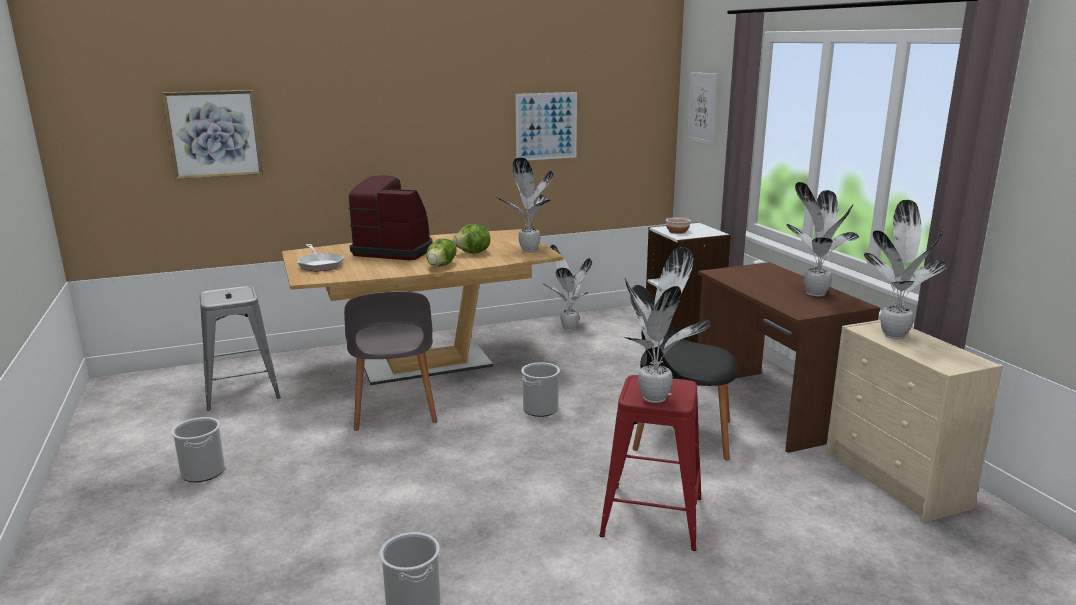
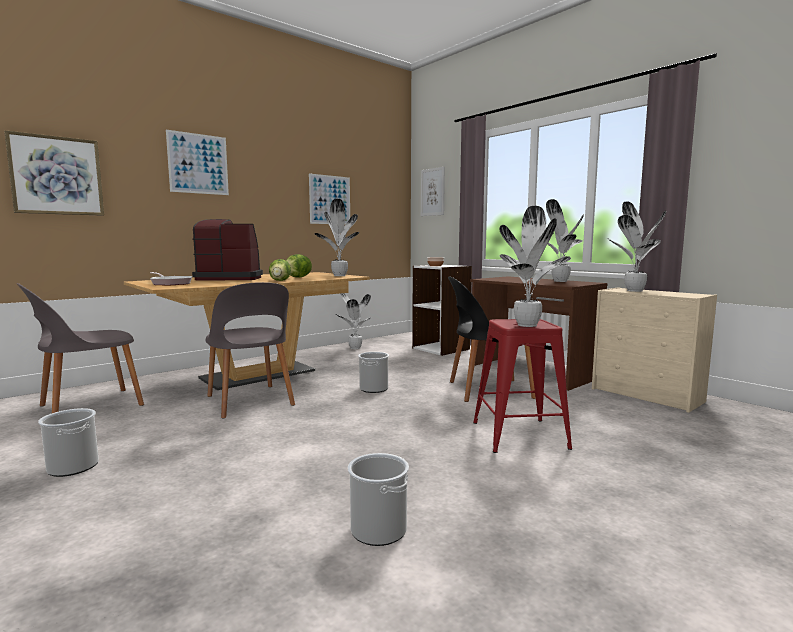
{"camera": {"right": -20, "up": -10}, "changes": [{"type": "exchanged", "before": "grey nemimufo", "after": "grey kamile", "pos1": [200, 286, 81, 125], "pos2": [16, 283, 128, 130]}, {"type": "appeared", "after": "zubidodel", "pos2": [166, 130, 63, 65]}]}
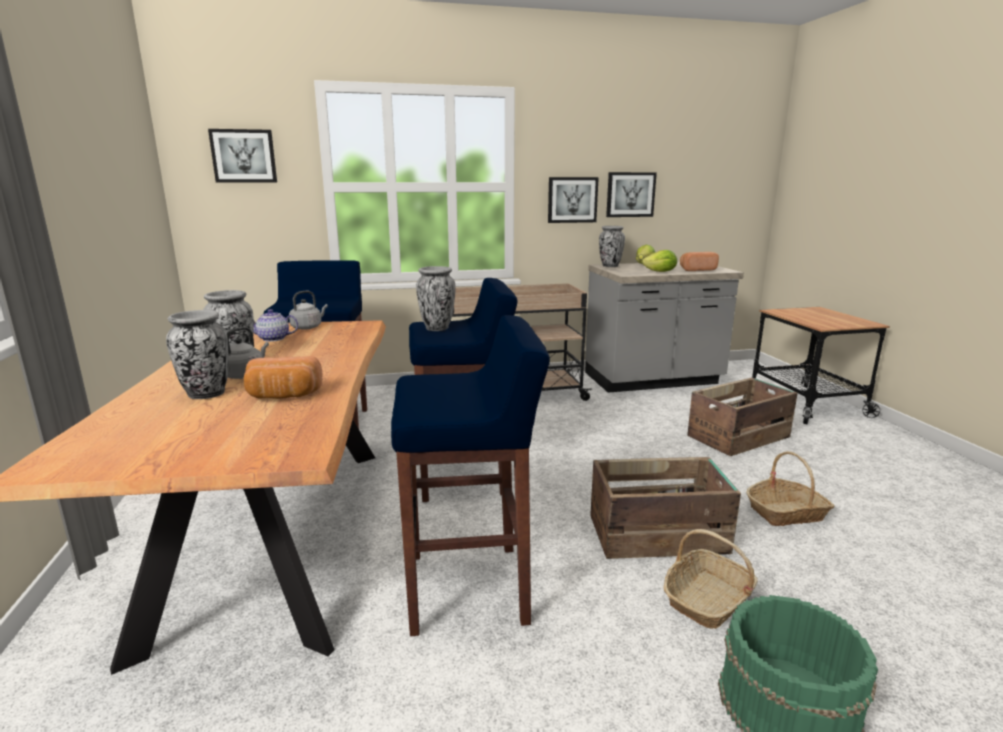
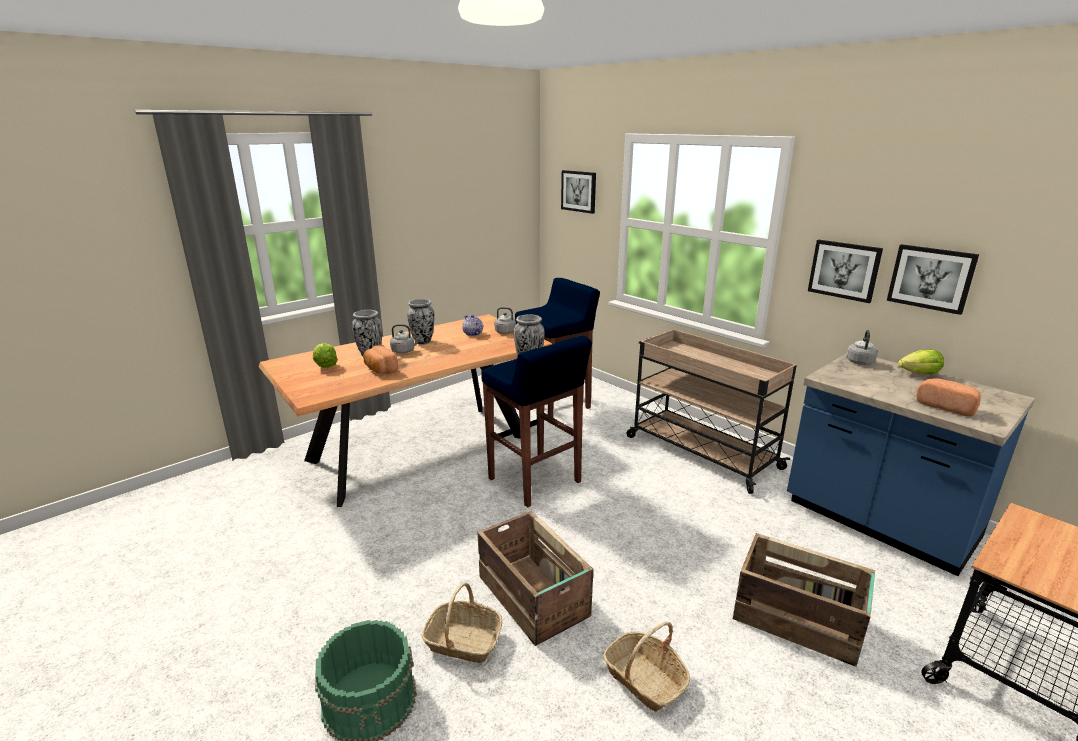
{"camera": {"right": 60, "up": 5}, "changes": [{"type": "relocated", "before": "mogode", "pos1": [641, 250, 36, 22], "pos2": [313, 343, 25, 25]}, {"type": "colour", "before": "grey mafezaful", "after": "blue mafezaful", "pos1": [585, 262, 159, 131], "pos2": [787, 353, 248, 223]}, {"type": "exchanged", "before": "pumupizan", "after": "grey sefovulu", "pos1": [599, 226, 26, 41], "pos2": [846, 330, 32, 35]}, {"type": "missing", "before": "blue nemimufo", "pos1": [391, 315, 159, 321]}]}
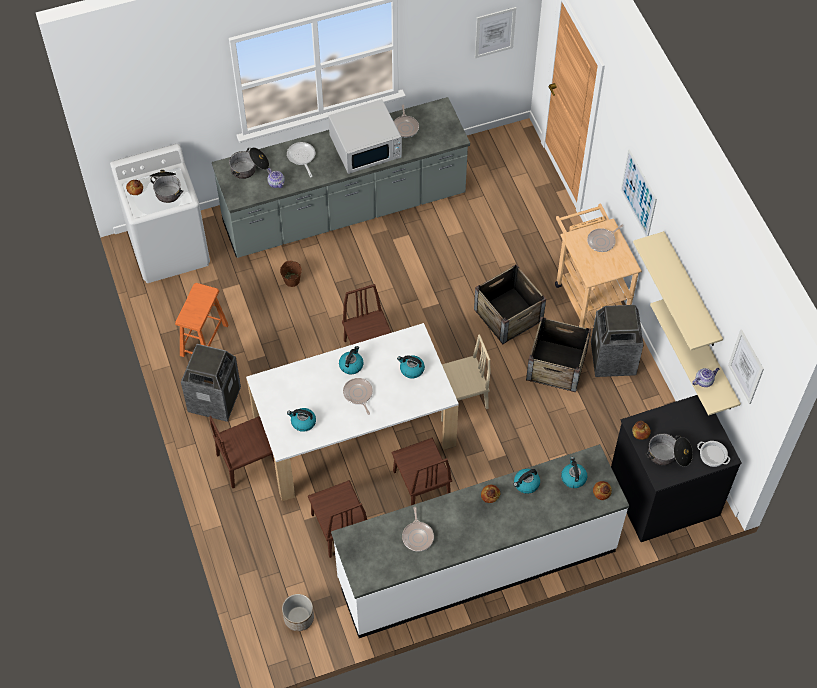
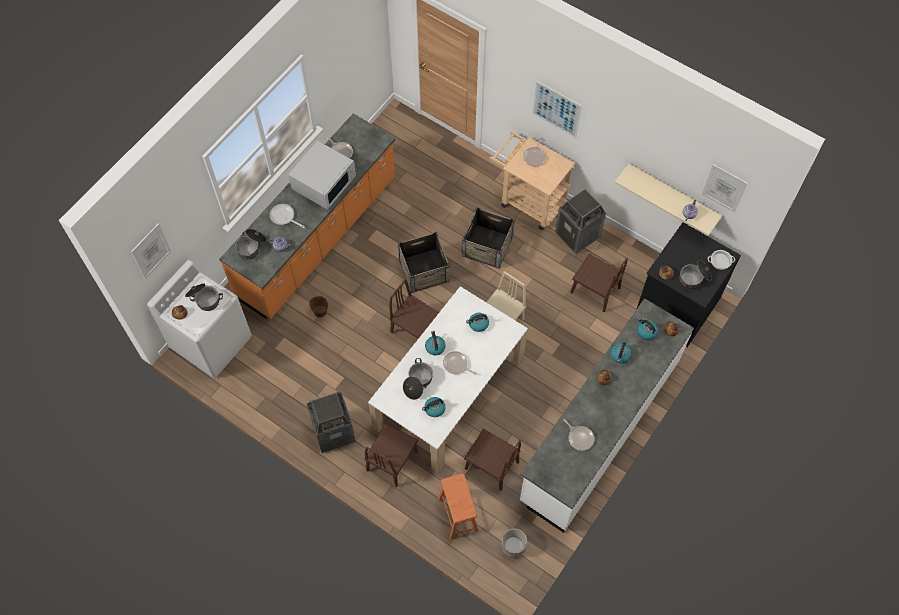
{"camera": {"right": -35, "up": 5}, "changes": [{"type": "relocated", "before": "zubidodel", "pos1": [475, 7, 41, 51], "pos2": [131, 223, 41, 56]}, {"type": "colour", "before": "grey mafezaful", "after": "orange mafezaful", "pos1": [212, 97, 258, 161], "pos2": [219, 113, 176, 206]}, {"type": "relocated", "before": "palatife", "pos1": [526, 317, 65, 75], "pos2": [398, 232, 52, 61]}, {"type": "appeared", "after": "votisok", "pos2": [403, 358, 30, 42]}, {"type": "relocated", "before": "orange nemimufo", "pos1": [175, 283, 53, 74], "pos2": [438, 473, 41, 66]}, {"type": "relocated", "before": "brown kamile", "pos1": [392, 438, 60, 67], "pos2": [570, 254, 58, 58]}, {"type": "missing", "before": "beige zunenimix", "pos1": [633, 231, 90, 119]}]}
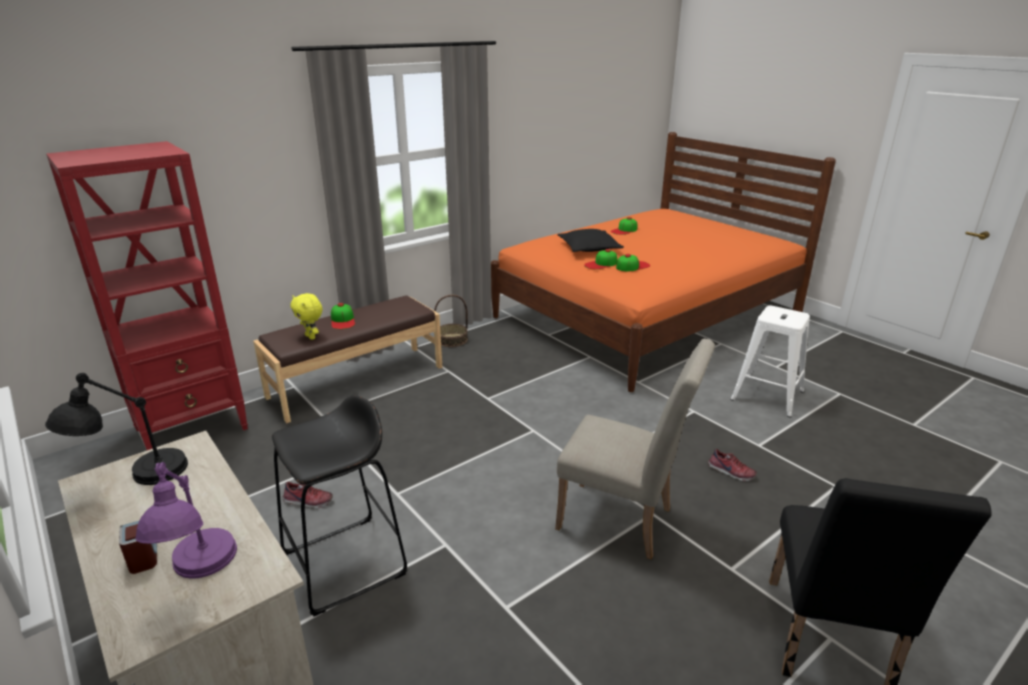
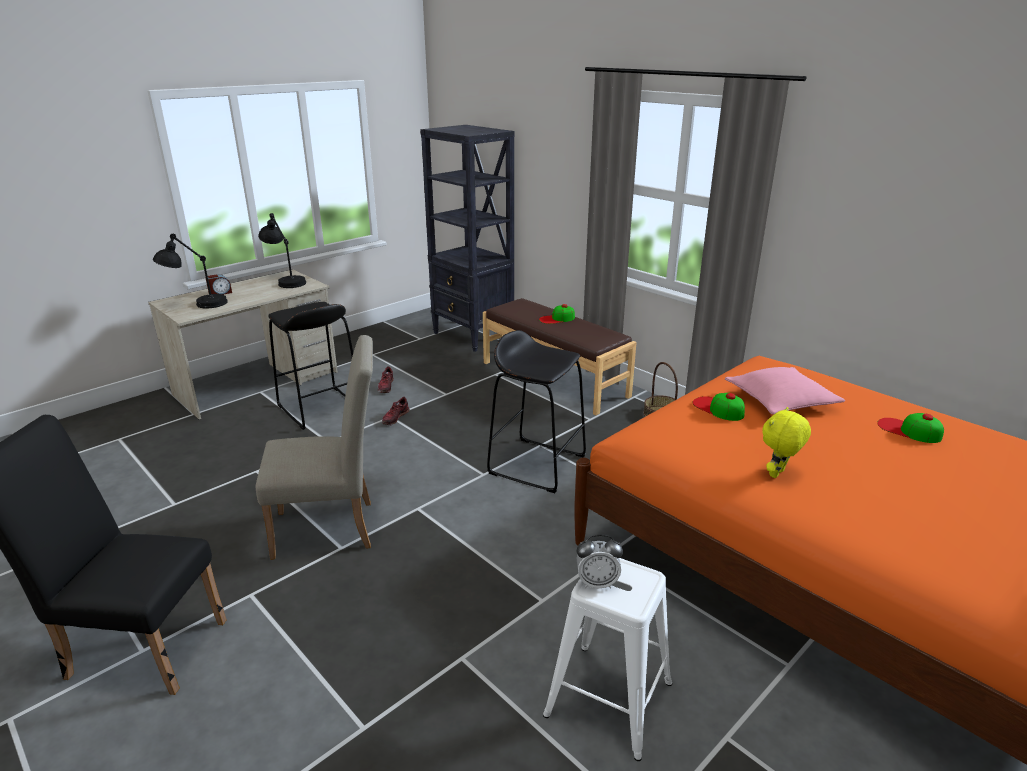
{"camera": {"right": 85, "up": 0}, "changes": [{"type": "colour", "before": "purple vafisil", "after": "black vafisil", "pos1": [135, 462, 102, 117], "pos2": [153, 233, 75, 76]}, {"type": "spun", "before": "beige kamile", "pos1": [555, 339, 160, 221], "pos2": [256, 335, 117, 225], "turn": -120}, {"type": "relocated", "before": "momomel", "pos1": [708, 449, 49, 33], "pos2": [382, 397, 28, 28]}, {"type": "colour", "before": "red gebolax", "after": "black gebolax", "pos1": [46, 141, 202, 309], "pos2": [420, 125, 94, 227]}, {"type": "appeared", "after": "black nemimufo", "pos2": [487, 330, 99, 163]}, {"type": "appeared", "after": "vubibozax", "pos2": [576, 535, 47, 53]}, {"type": "colour", "before": "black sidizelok", "after": "pink sidizelok", "pos1": [558, 229, 66, 23], "pos2": [725, 367, 120, 47]}, {"type": "relocated", "before": "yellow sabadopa", "pos1": [291, 293, 32, 47], "pos2": [762, 407, 49, 71]}, {"type": "missing", "before": "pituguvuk", "pos1": [616, 254, 34, 17]}]}
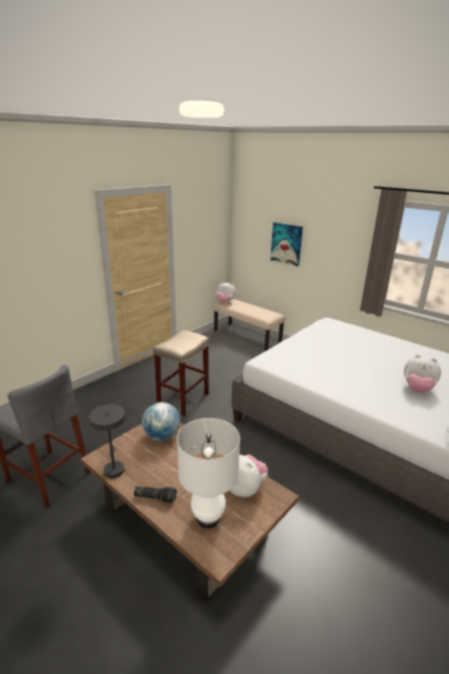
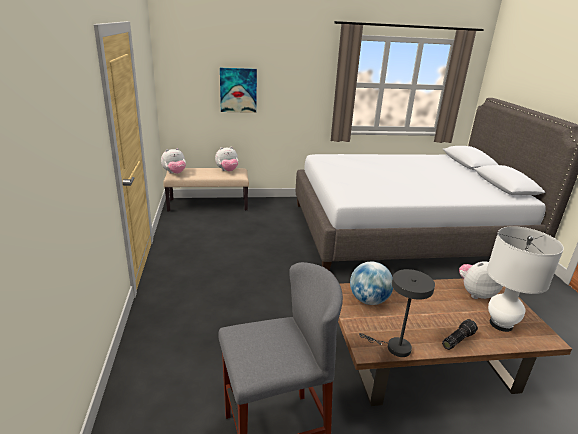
{"camera": {"right": -50, "up": 0}, "changes": [{"type": "relocated", "before": "sabadopa", "pos1": [404, 355, 37, 38], "pos2": [215, 147, 23, 24]}, {"type": "missing", "before": "beige nemimufo", "pos1": [153, 330, 56, 86]}]}
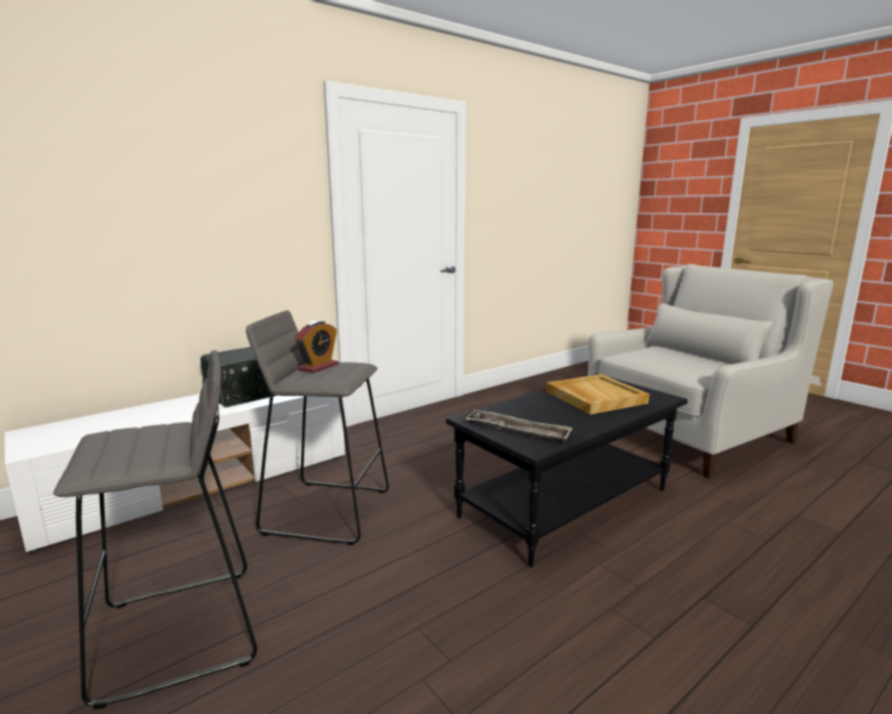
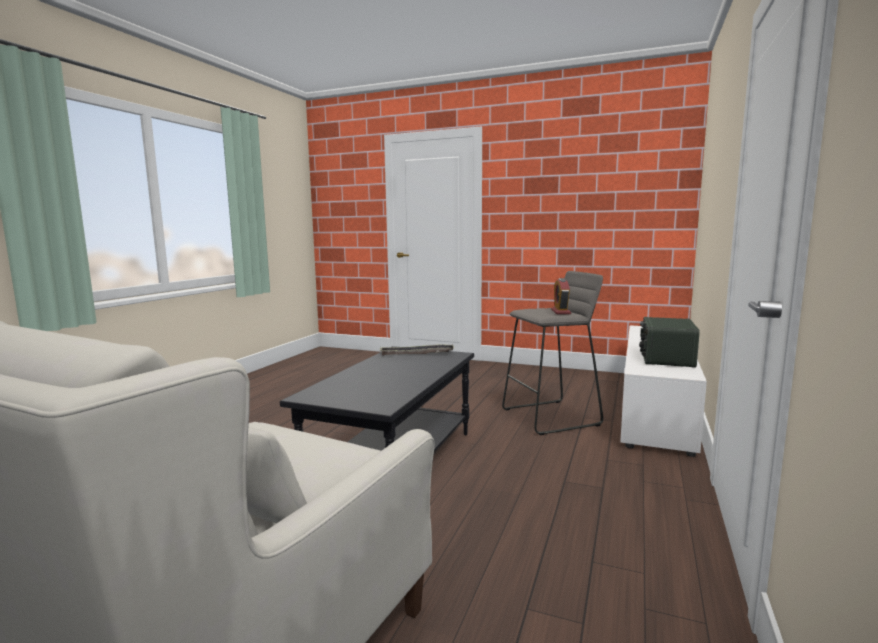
{"camera": {"right": 150, "up": -5}, "changes": [{"type": "missing", "before": "grey nemimufo", "pos1": [53, 350, 204, 359]}, {"type": "missing", "before": "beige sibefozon", "pos1": [546, 374, 103, 41]}]}
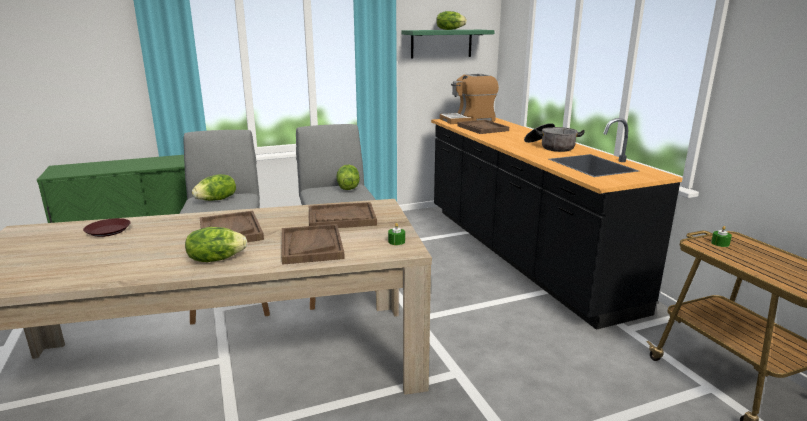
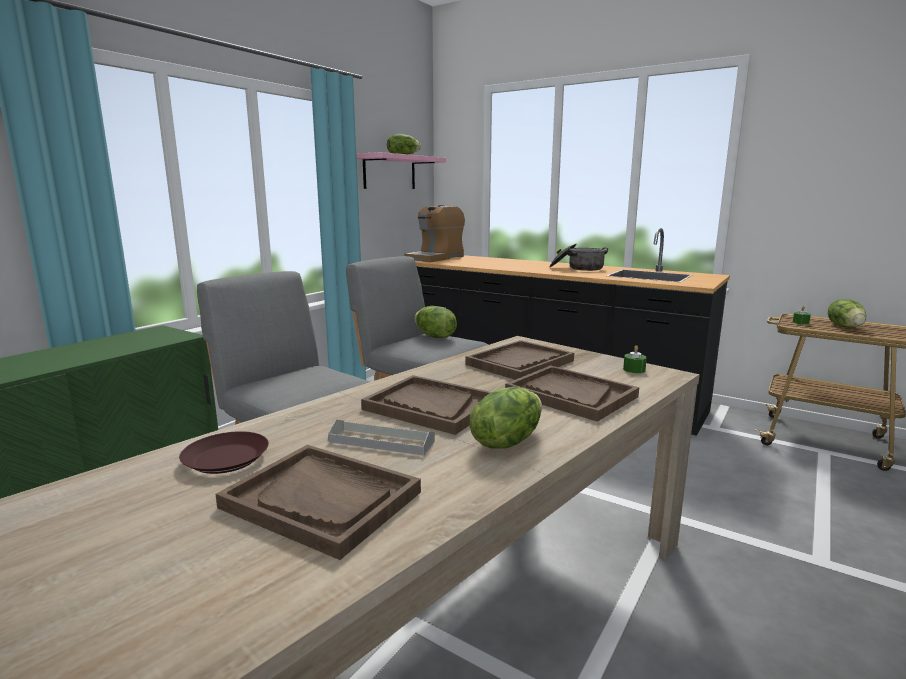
{"camera": {"right": -35, "up": -5}, "changes": [{"type": "relocated", "before": "brown sibefozon", "pos1": [457, 120, 52, 14], "pos2": [215, 445, 206, 115]}, {"type": "appeared", "after": "grey sibefozon", "pos2": [328, 420, 107, 36]}, {"type": "colour", "before": "green zunenimix", "after": "pink zunenimix", "pos1": [402, 30, 93, 29], "pos2": [356, 152, 90, 37]}, {"type": "relocated", "before": "mogode", "pos1": [192, 174, 44, 27], "pos2": [828, 299, 38, 29]}]}
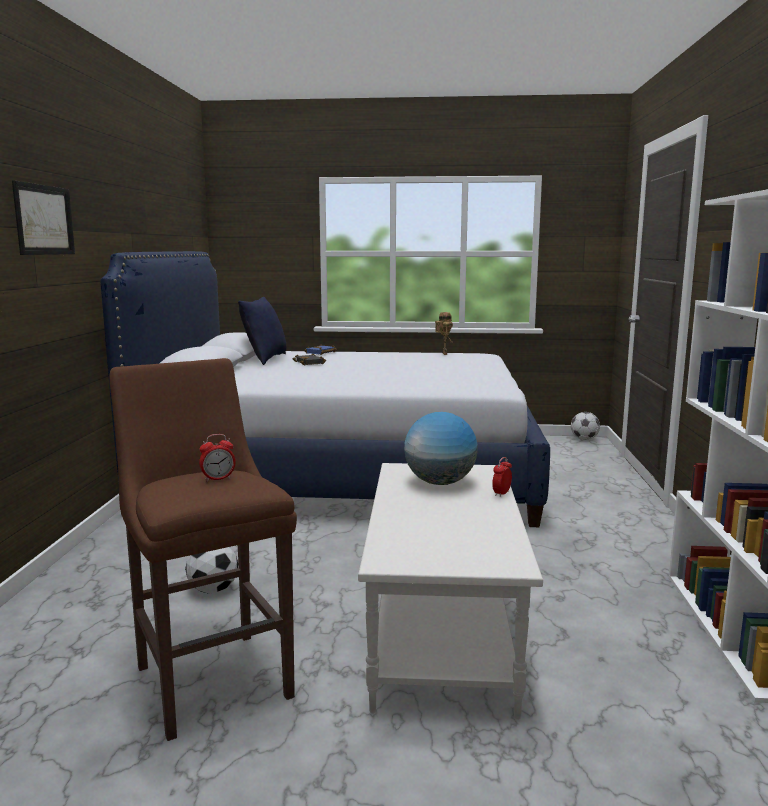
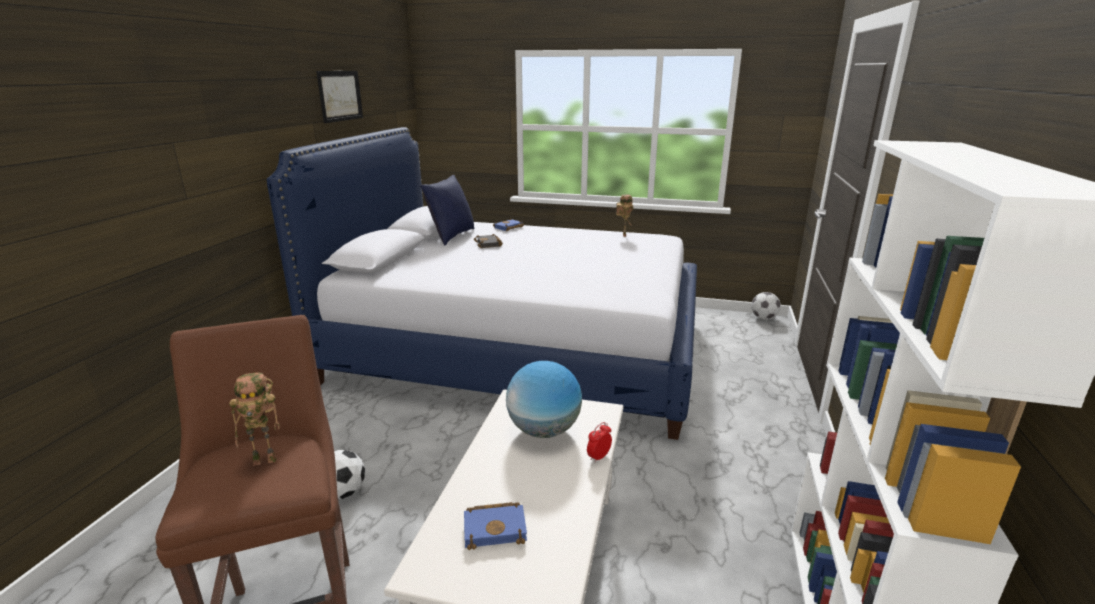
{"camera": {"right": 10, "up": 10}, "changes": [{"type": "exchanged", "before": "vubibozax", "after": "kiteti", "pos1": [199, 434, 37, 48], "pos2": [229, 372, 51, 94]}, {"type": "relocated", "before": "zubidodel", "pos1": [12, 180, 63, 75], "pos2": [316, 71, 47, 52]}, {"type": "appeared", "after": "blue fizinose", "pos2": [464, 502, 63, 48]}]}
